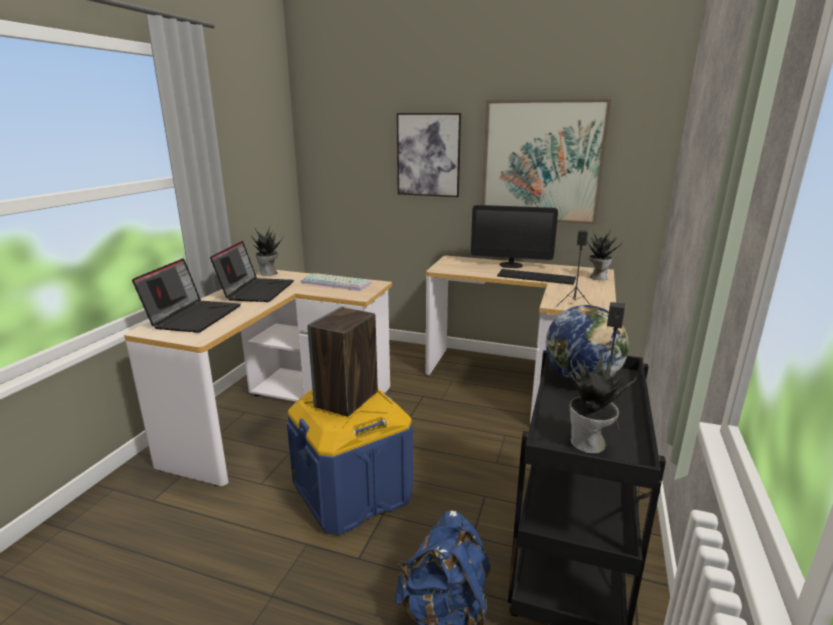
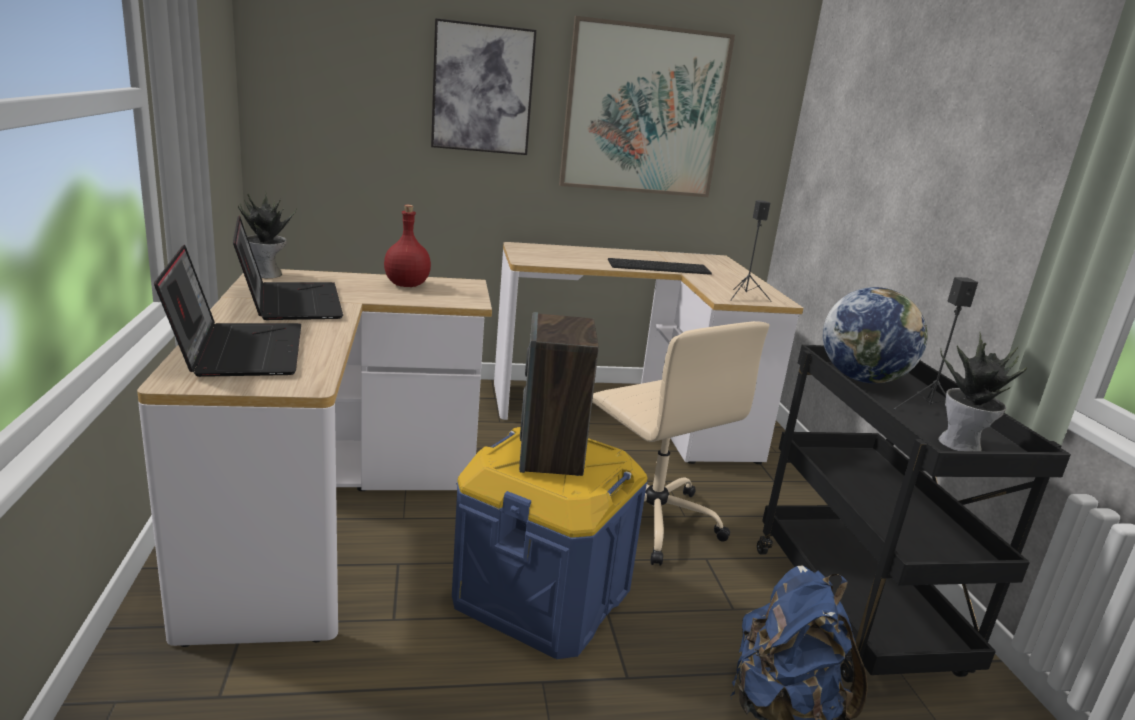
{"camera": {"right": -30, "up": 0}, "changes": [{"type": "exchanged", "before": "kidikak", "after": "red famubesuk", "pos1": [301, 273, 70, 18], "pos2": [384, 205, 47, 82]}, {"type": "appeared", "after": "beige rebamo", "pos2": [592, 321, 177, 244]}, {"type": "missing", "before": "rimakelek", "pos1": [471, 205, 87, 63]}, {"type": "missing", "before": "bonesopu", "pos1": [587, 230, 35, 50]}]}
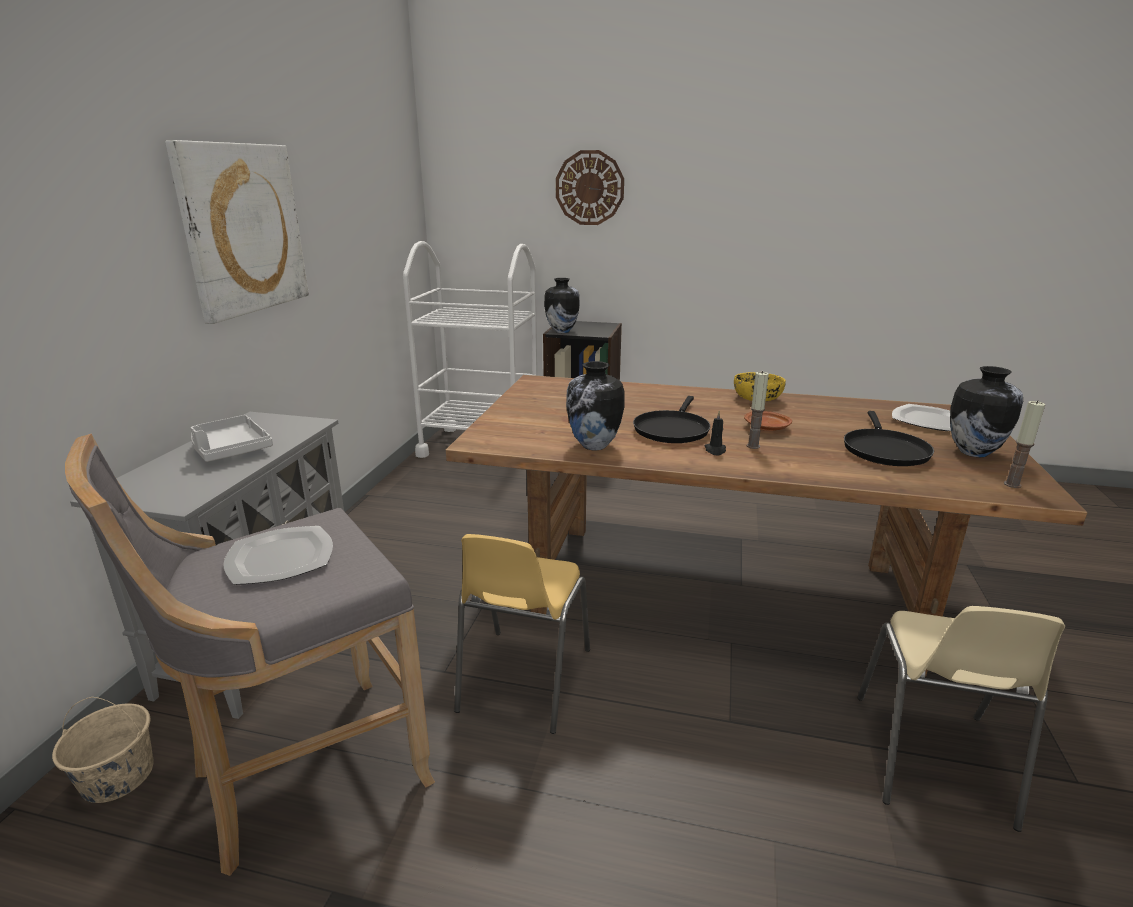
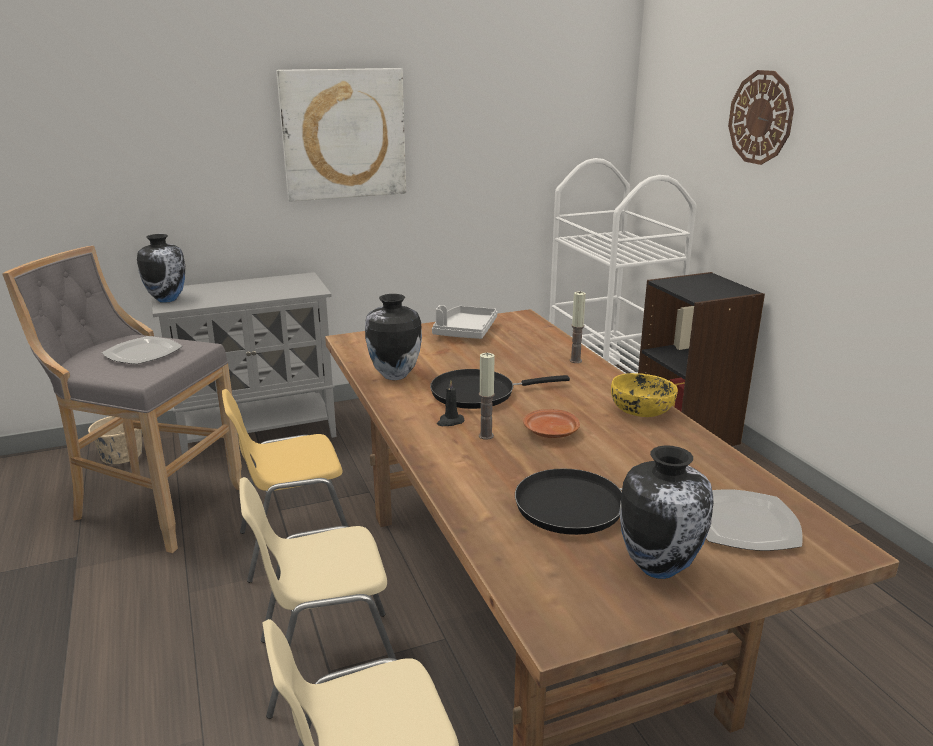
{"camera": {"right": 55, "up": 0}, "changes": [{"type": "relocated", "before": "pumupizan", "pos1": [544, 278, 36, 55], "pos2": [137, 234, 48, 69]}, {"type": "appeared", "after": "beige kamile", "pos2": [239, 477, 157, 242]}, {"type": "relocated", "before": "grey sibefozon", "pos1": [190, 415, 83, 47], "pos2": [432, 305, 65, 34]}, {"type": "relocated", "before": "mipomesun", "pos1": [1004, 400, 41, 88], "pos2": [570, 291, 16, 72]}]}
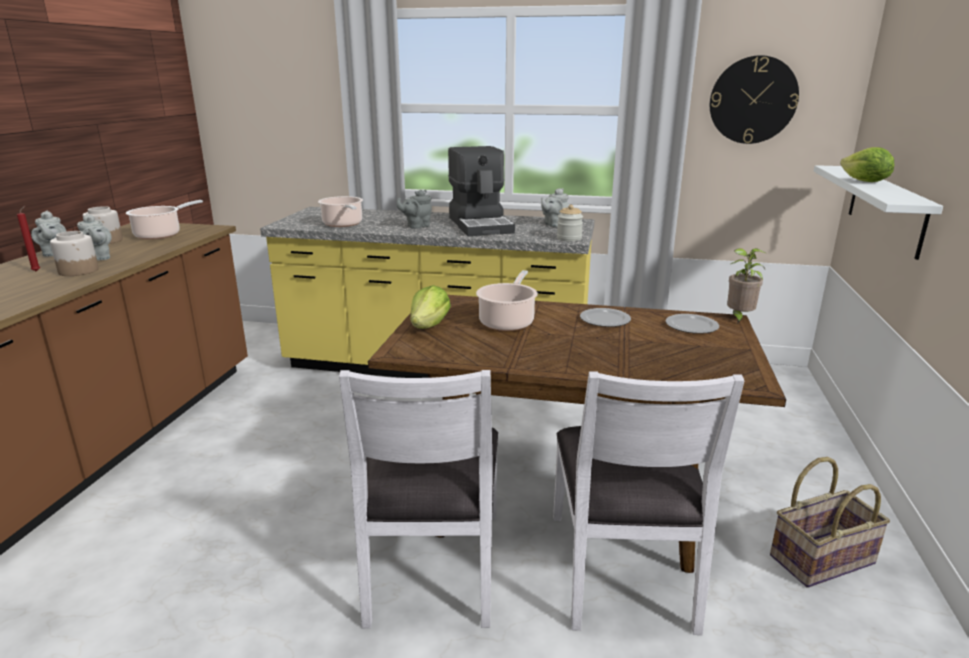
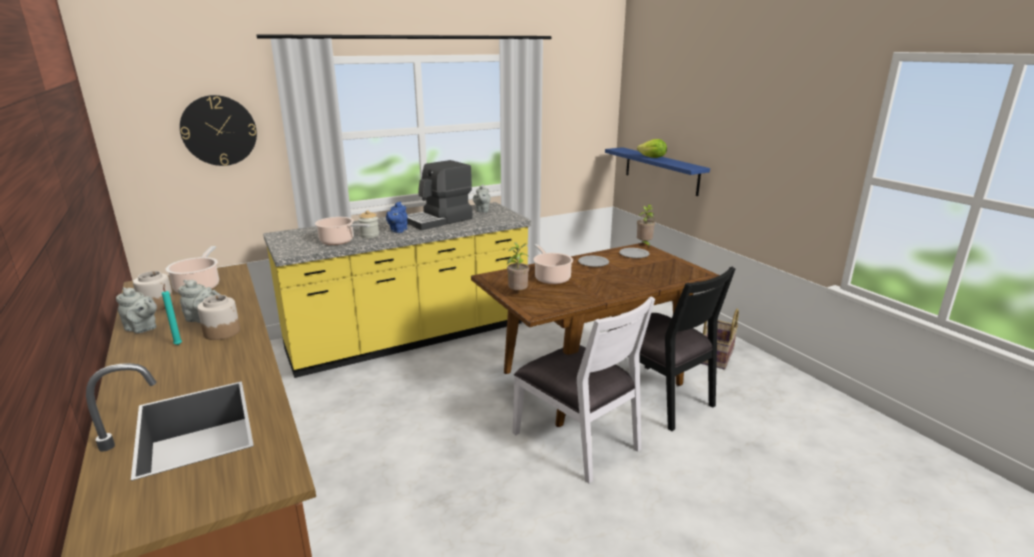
{"camera": {"right": -40, "up": 0}, "changes": [{"type": "colour", "before": "red mipomesun", "after": "turquoise mipomesun", "pos1": [17, 206, 23, 66], "pos2": [162, 284, 20, 61]}, {"type": "relocated", "before": "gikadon", "pos1": [710, 55, 89, 89], "pos2": [180, 95, 77, 71]}, {"type": "relocated", "before": "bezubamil", "pos1": [557, 205, 26, 36], "pos2": [358, 210, 21, 28]}, {"type": "colour", "before": "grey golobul", "after": "blue golobul", "pos1": [397, 190, 35, 39], "pos2": [386, 201, 22, 32]}, {"type": "spun", "before": "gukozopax", "pos1": [448, 146, 67, 90], "pos2": [407, 160, 66, 70], "turn": 105}, {"type": "exchanged", "before": "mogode", "after": "bonesopu", "pos1": [410, 285, 41, 44], "pos2": [506, 242, 23, 48]}, {"type": "colour", "before": "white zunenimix", "after": "blue zunenimix", "pos1": [814, 165, 129, 95], "pos2": [605, 147, 105, 49]}, {"type": "colour", "before": "white kamile", "after": "black kamile", "pos1": [553, 371, 191, 264], "pos2": [608, 267, 127, 164]}]}
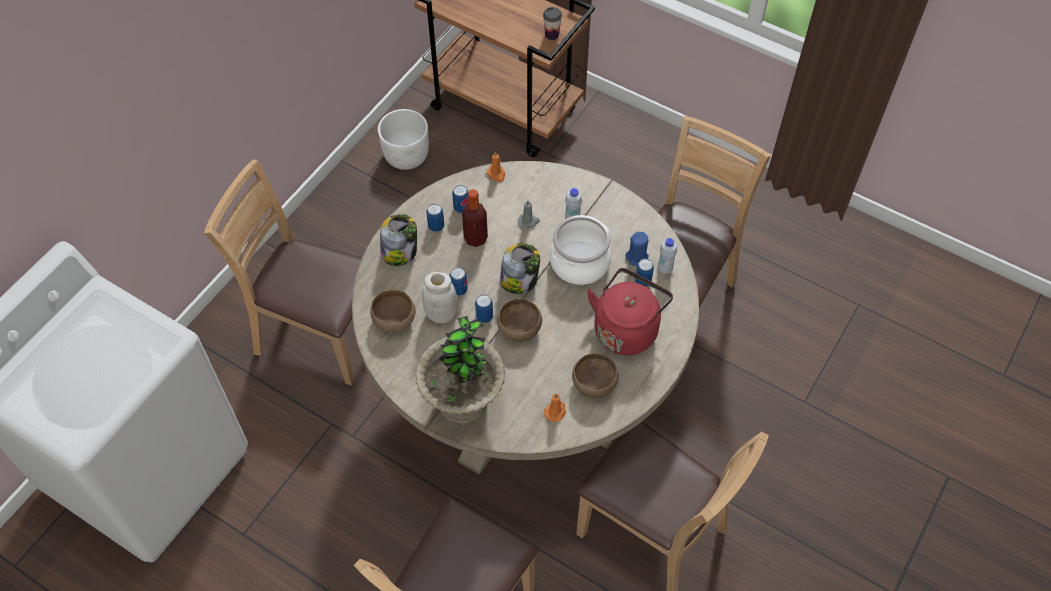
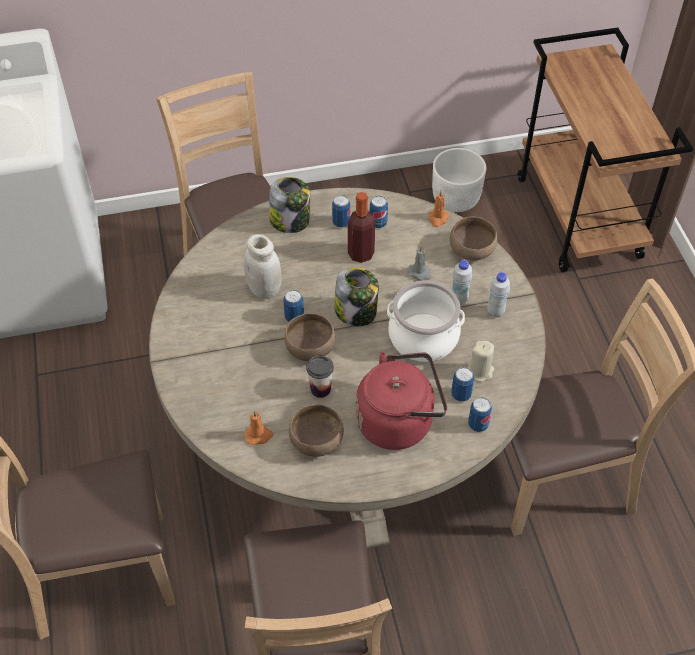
{"camera": {"right": 45, "up": -5}, "changes": [{"type": "relocated", "before": "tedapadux", "pos1": [543, 7, 19, 33], "pos2": [306, 355, 28, 43]}, {"type": "relocated", "before": "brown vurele", "pos1": [370, 289, 46, 44], "pos2": [450, 217, 47, 43]}, {"type": "colour", "before": "blue mipomesun", "after": "beige mipomesun", "pos1": [626, 232, 23, 34], "pos2": [468, 341, 26, 41]}, {"type": "relocated", "before": "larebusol", "pos1": [450, 267, 18, 29], "pos2": [468, 397, 24, 35]}, {"type": "relocated", "before": "white famubesuk", "pos1": [658, 238, 19, 36], "pos2": [487, 272, 23, 45]}, {"type": "missing", "before": "bonesopu", "pos1": [415, 316, 90, 107]}]}
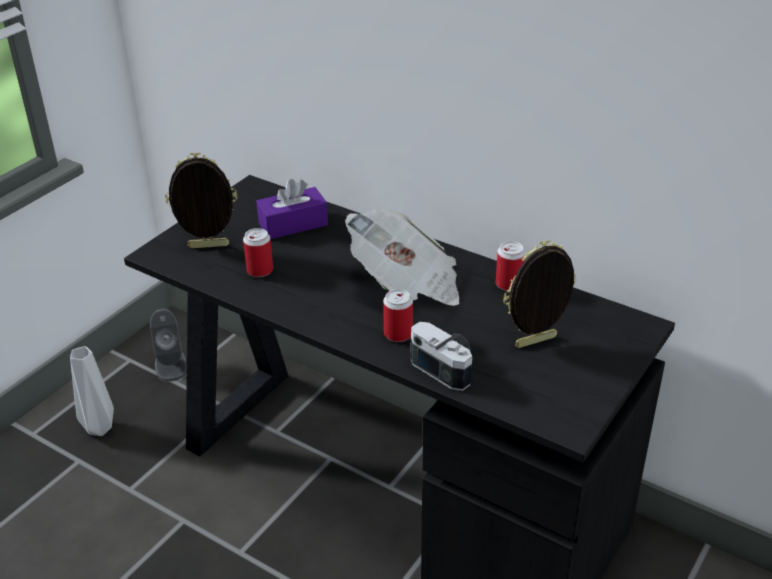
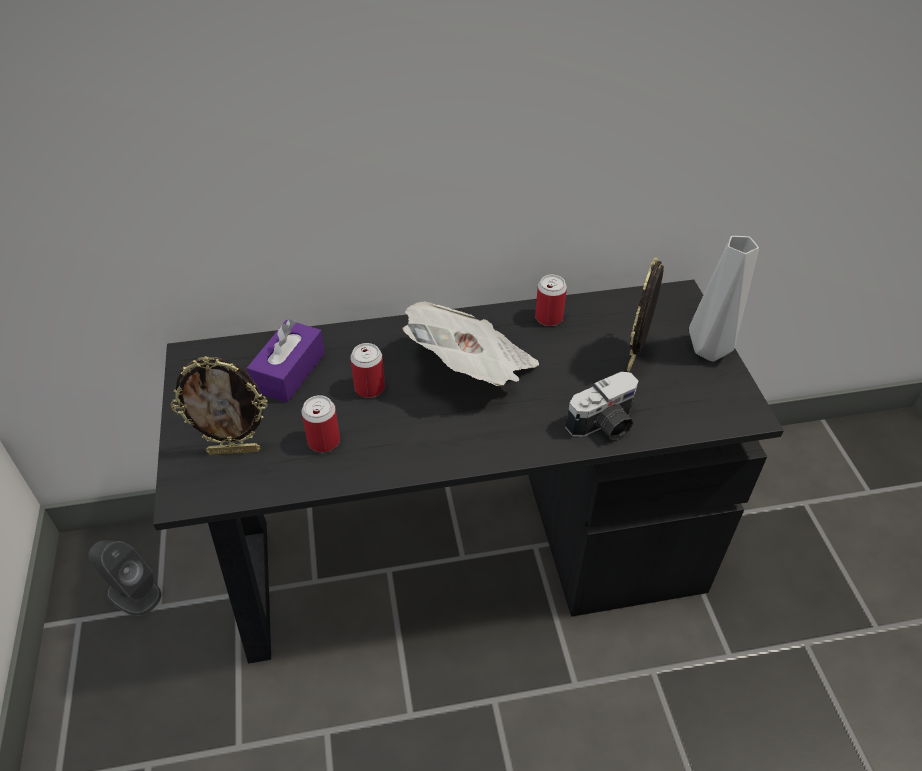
{"camera": {"right": -45, "up": 10}, "changes": [{"type": "spun", "before": "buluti", "pos1": [165, 153, 72, 95], "pos2": [170, 356, 98, 99], "turn": -135}, {"type": "relocated", "before": "larebusol", "pos1": [383, 289, 30, 53], "pos2": [350, 343, 35, 55]}, {"type": "spun", "before": "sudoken", "pos1": [411, 322, 61, 69], "pos2": [565, 372, 74, 68], "turn": 150}, {"type": "relocated", "before": "grey pumupizan", "pos1": [70, 346, 44, 90], "pos2": [689, 236, 70, 125]}]}
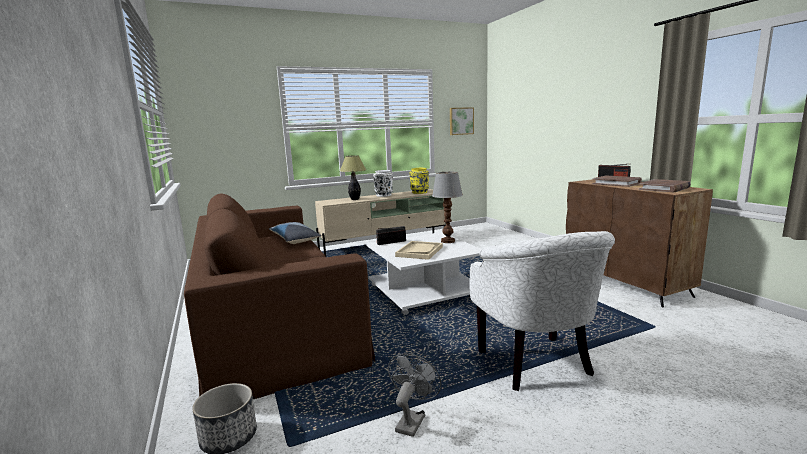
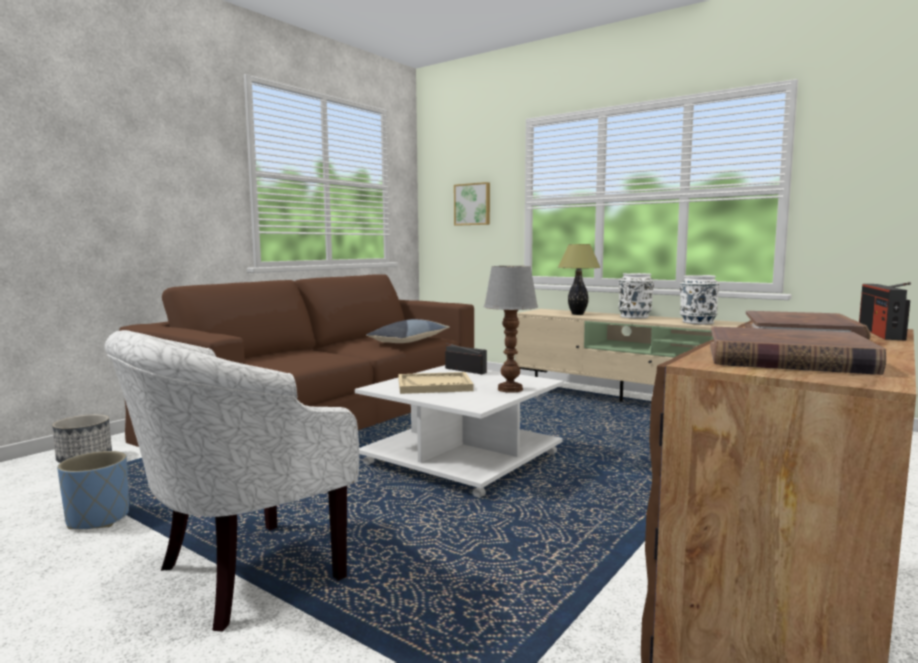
{"camera": {"right": 60, "up": -5}, "changes": [{"type": "exchanged", "before": "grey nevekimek", "after": "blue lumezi", "pos1": [388, 353, 53, 84], "pos2": [57, 451, 72, 78]}, {"type": "relocated", "before": "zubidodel", "pos1": [450, 107, 24, 28], "pos2": [454, 182, 36, 44]}, {"type": "colour", "before": "yellow pumupizan", "after": "white pumupizan", "pos1": [409, 168, 20, 26], "pos2": [680, 275, 40, 50]}]}
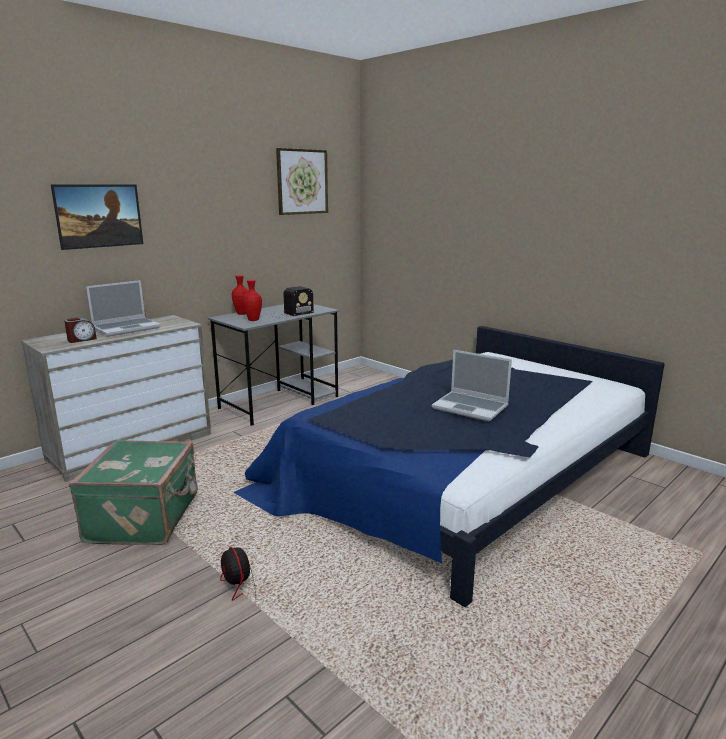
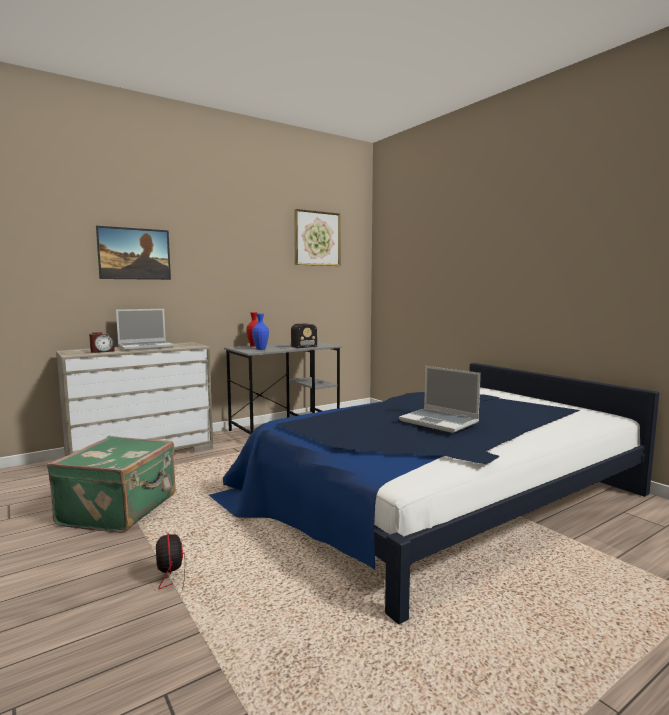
{"camera": {"right": 10, "up": -10}, "changes": [{"type": "colour", "before": "red pumupizan", "after": "blue pumupizan", "pos1": [243, 280, 19, 41], "pos2": [252, 314, 17, 36]}]}
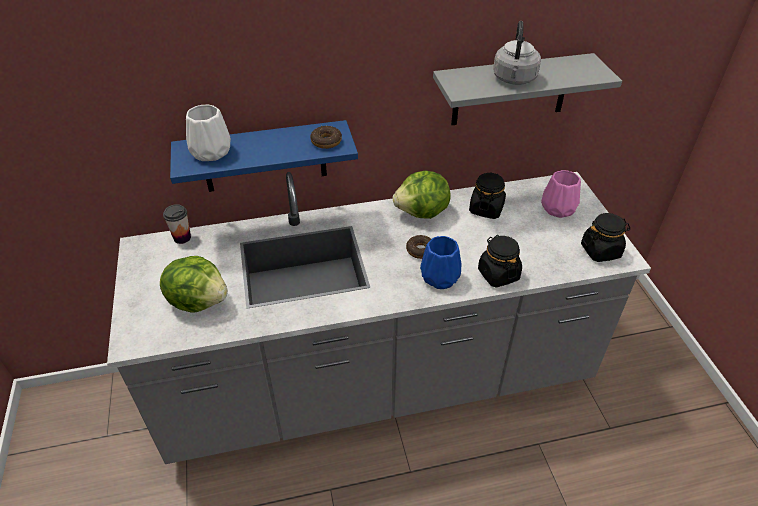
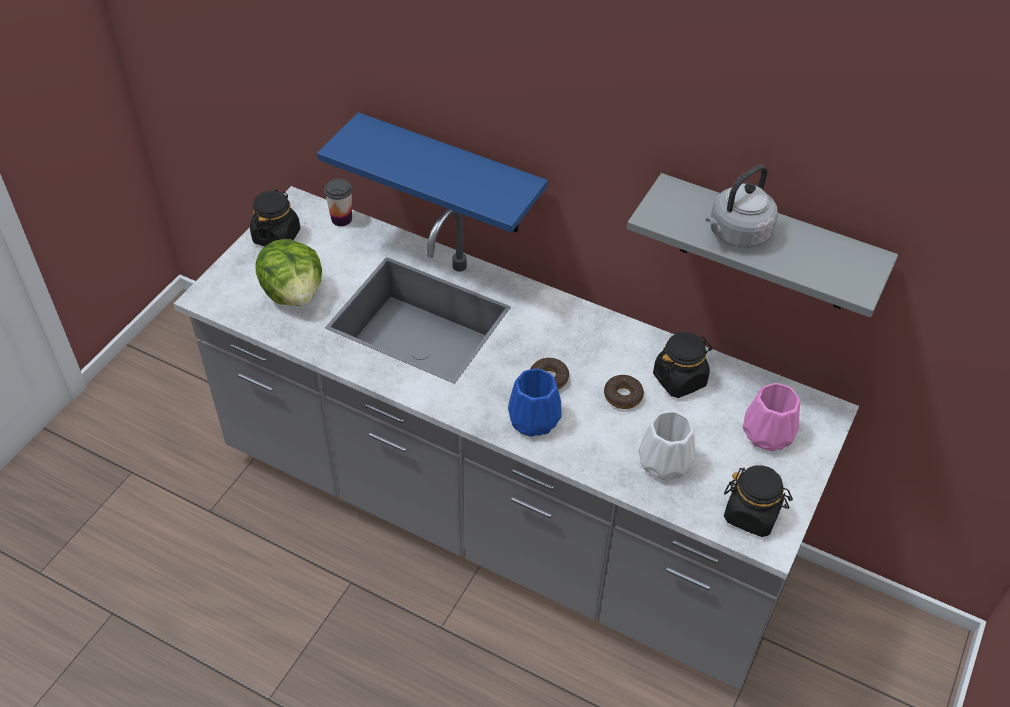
{"camera": {"right": 40, "up": 5}, "changes": [{"type": "relocated", "before": "black bezubamil", "pos1": [478, 235, 44, 52], "pos2": [250, 190, 50, 56]}, {"type": "relocated", "before": "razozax", "pos1": [310, 126, 32, 23], "pos2": [604, 375, 40, 34]}, {"type": "relocated", "before": "white pumupizan", "pos1": [186, 105, 45, 56], "pos2": [638, 411, 57, 69]}, {"type": "missing", "before": "mogode", "pos1": [393, 171, 57, 48]}]}
